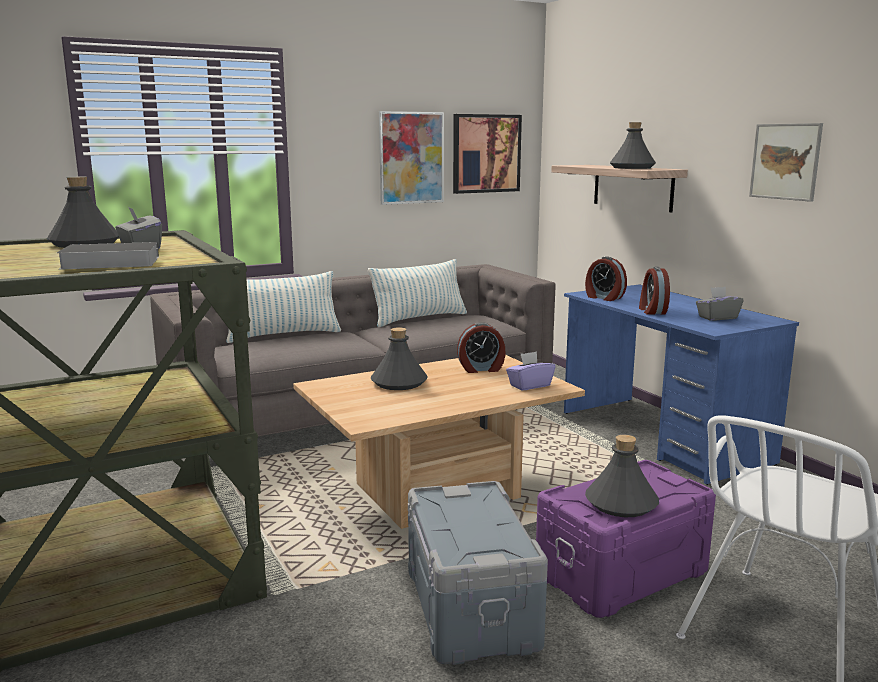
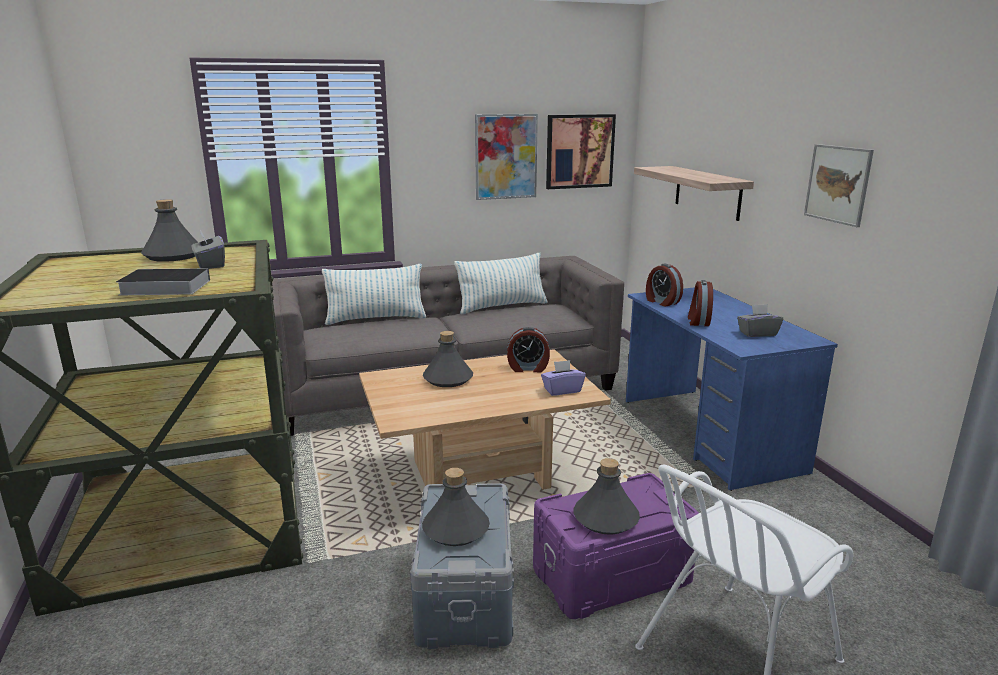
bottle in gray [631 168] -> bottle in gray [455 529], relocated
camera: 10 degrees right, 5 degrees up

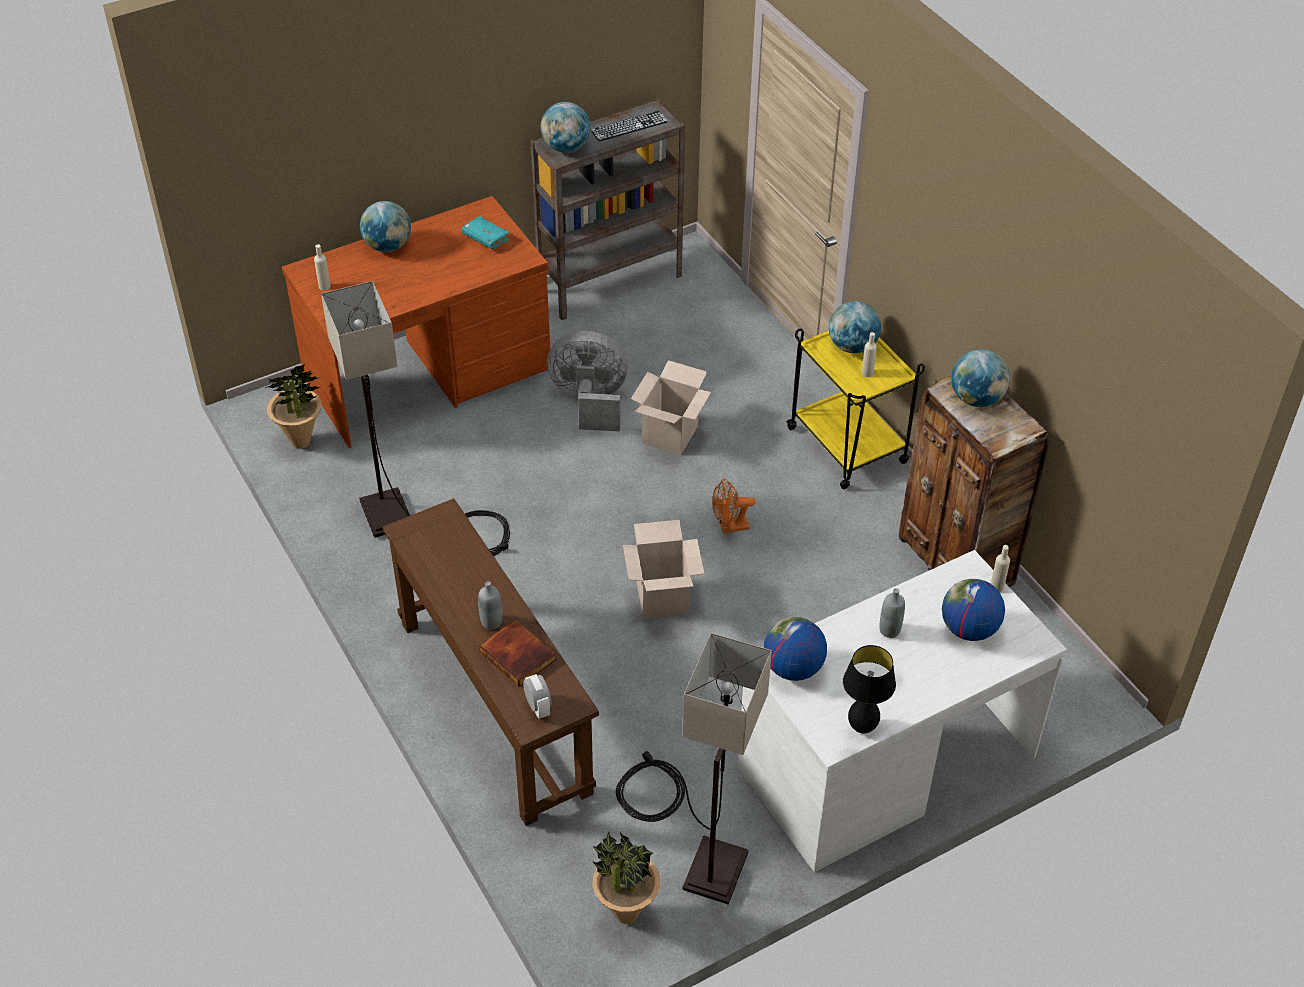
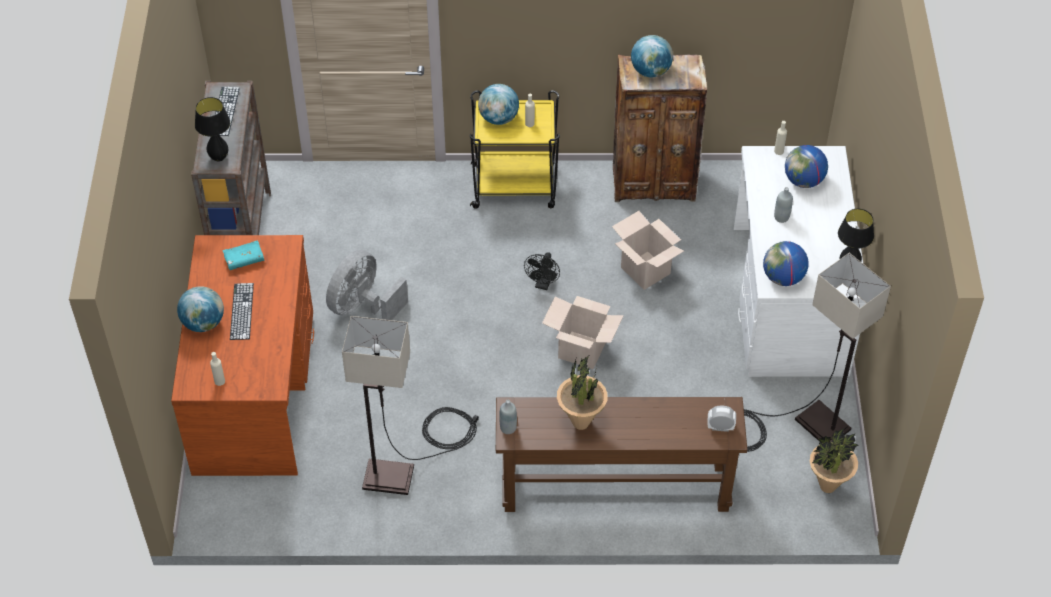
bound book [519 655] -> none
none -> keyboard [242 311]
houseplant [301 442] -> houseplant [580 423], relocated
bottle in gray [491 622] -> bottle in gray [508 428], relocated
packing box [670 435] -> packing box [645 270], relocated
globe [566 147] -> tabletop lamp in black [219 158]
fan in orangey [729 527] -> fan in black [543 284]
camera: 60 degrees left, 5 degrees up

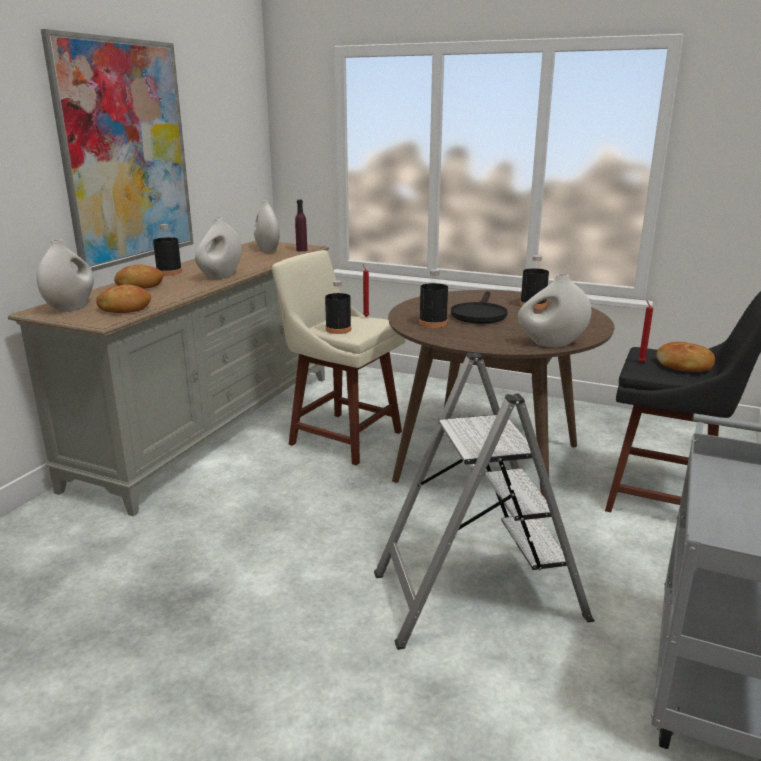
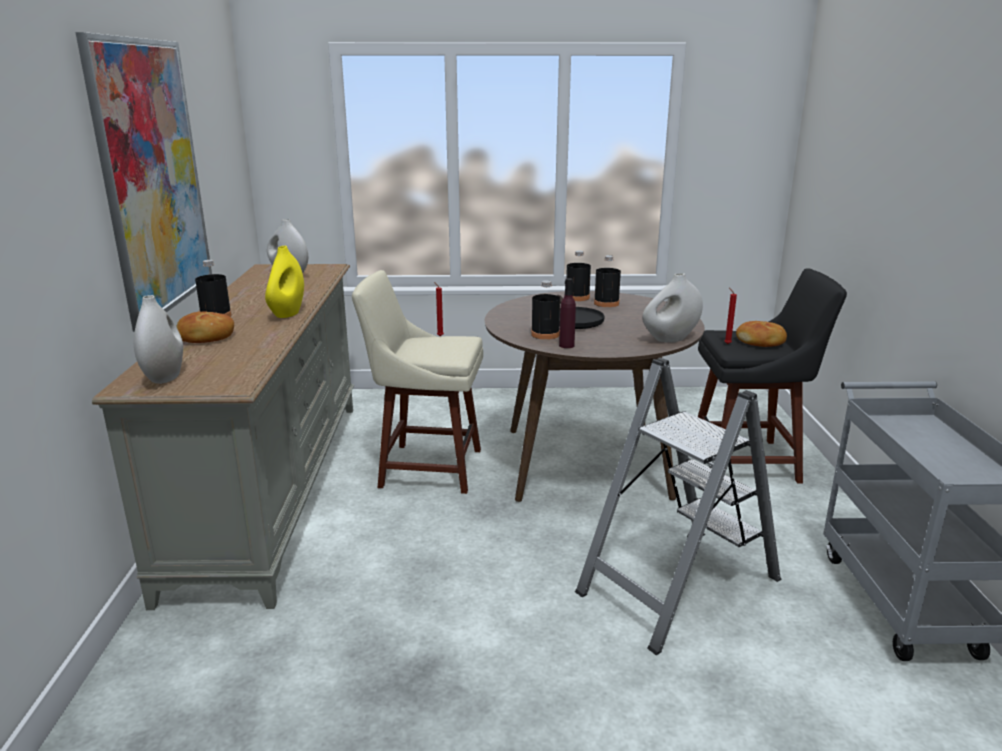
baked bread [124 308] -> none
bottle in purple [301 250] -> bottle in purple [566 345], relocated
bottle in black [338 329] -> bottle in black [577 297], relocated
decorative vase in white [221 277] -> decorative vase in yellowish [287 314]
camera: 25 degrees left, 0 degrees up

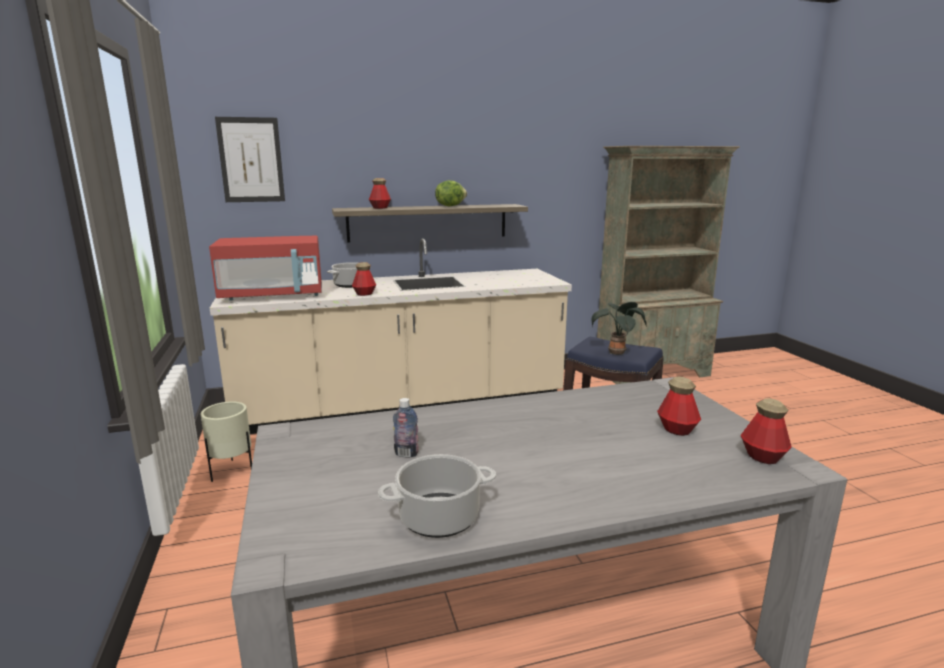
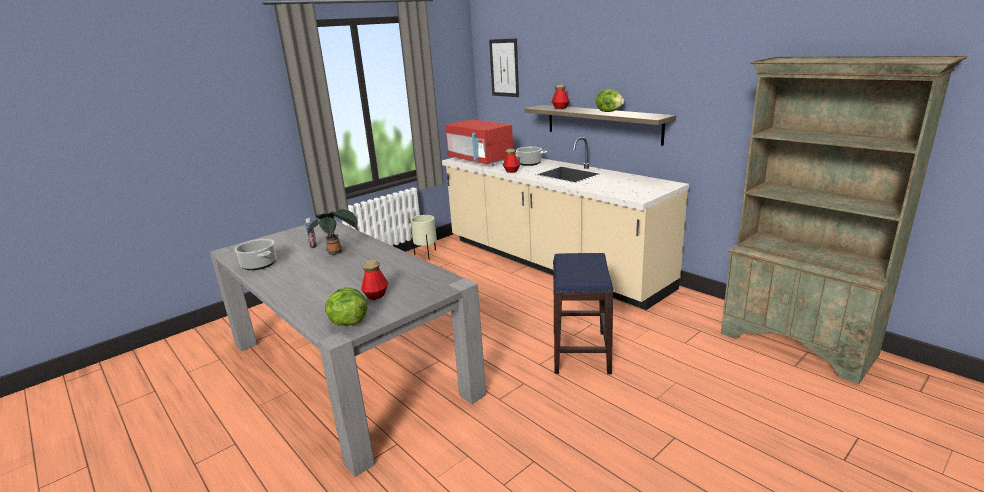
houseplant [617 352] -> houseplant [336 252], relocated
bottle [762 457] -> lettuce head [347 322]
camera: 65 degrees right, 5 degrees up

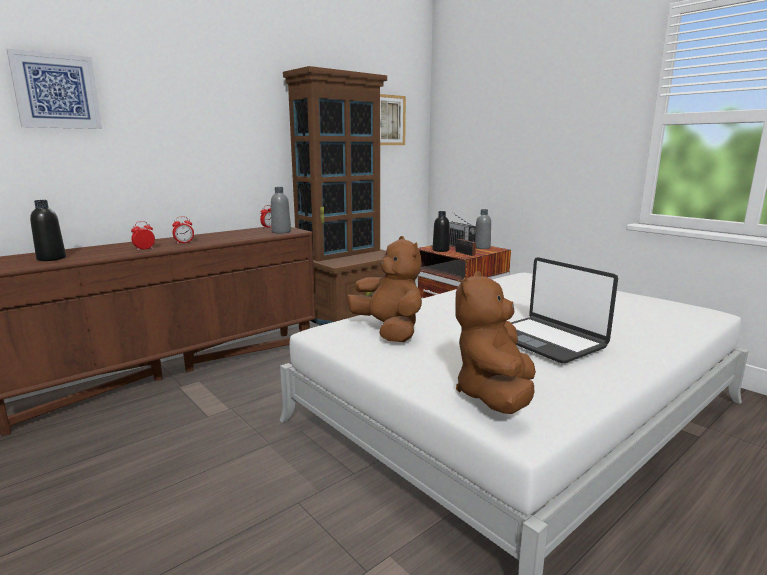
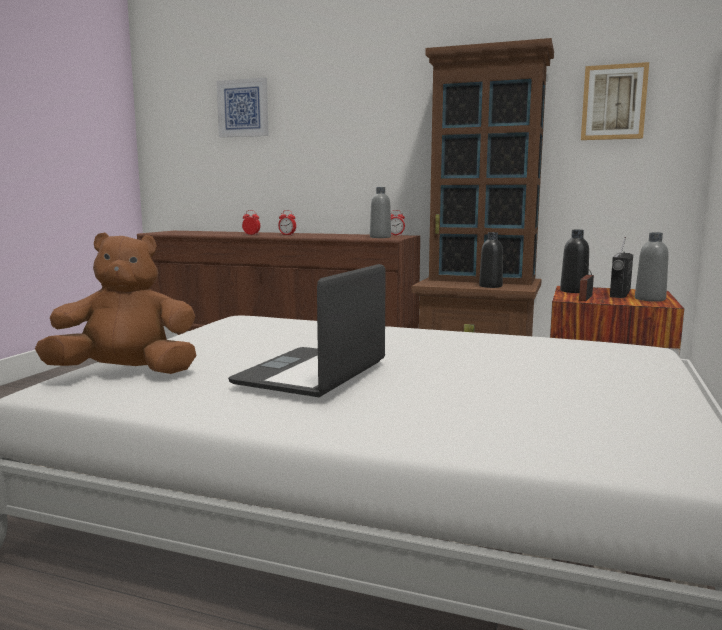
cuddly toy in brown-coloured [389 331] -> none
bottle in black [51 258] -> bottle in black [490 286], relocated
camera: 60 degrees right, 5 degrees down

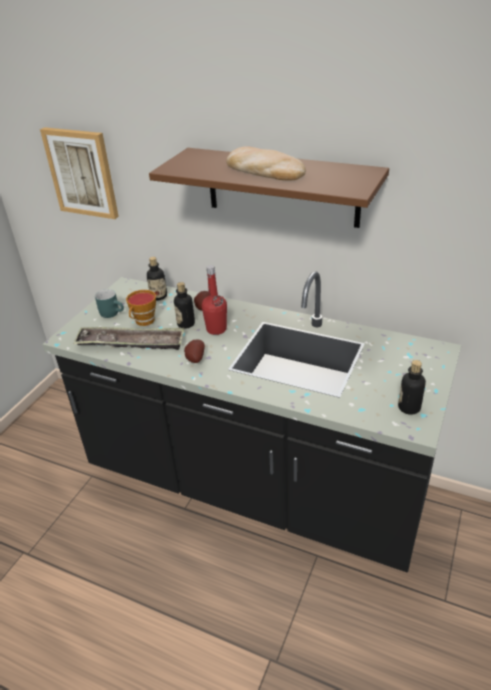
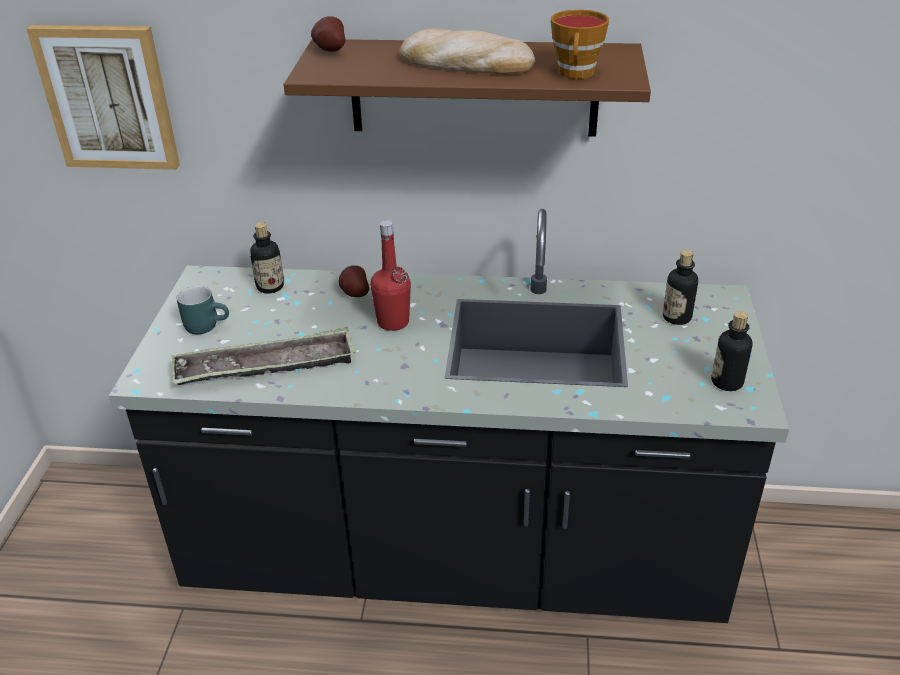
drinking cup [143 322] -> drinking cup [576 74], relocated
bottle [186 324] -> bottle [676 317], relocated
spud [194 359] -> spud [329 51], relocated
camera: 20 degrees left, 0 degrees up

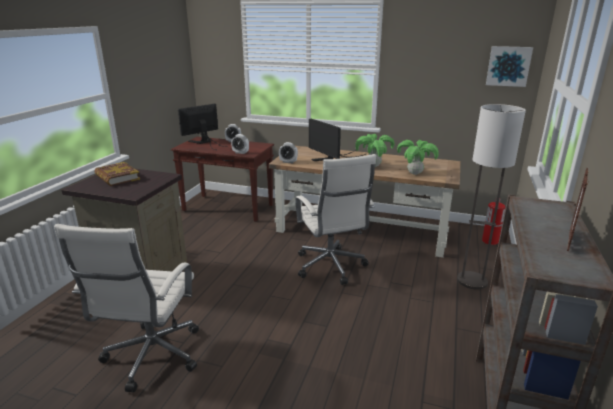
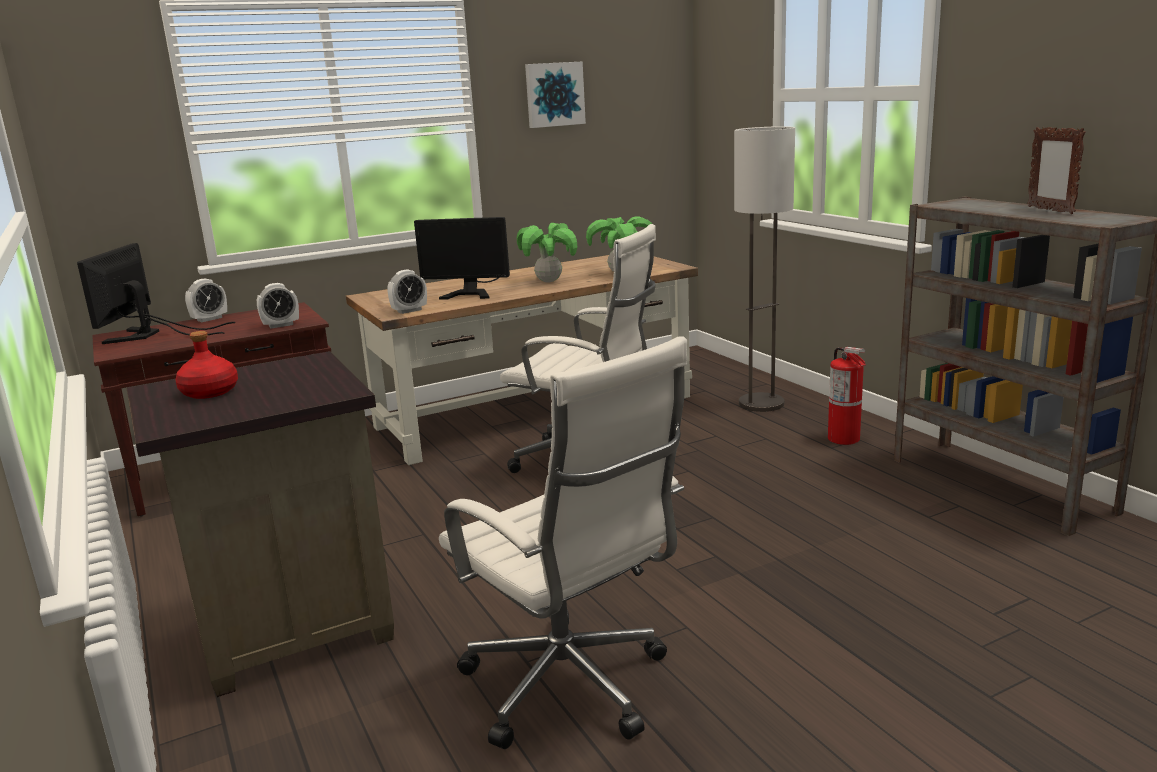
fire extinguisher [490 241] -> fire extinguisher [844 439], relocated
picture [508 66] -> picture [554 94], relocated
bound book [117 177] -> bottle in red-coloured [209 392]
camera: 45 degrees left, 5 degrees down

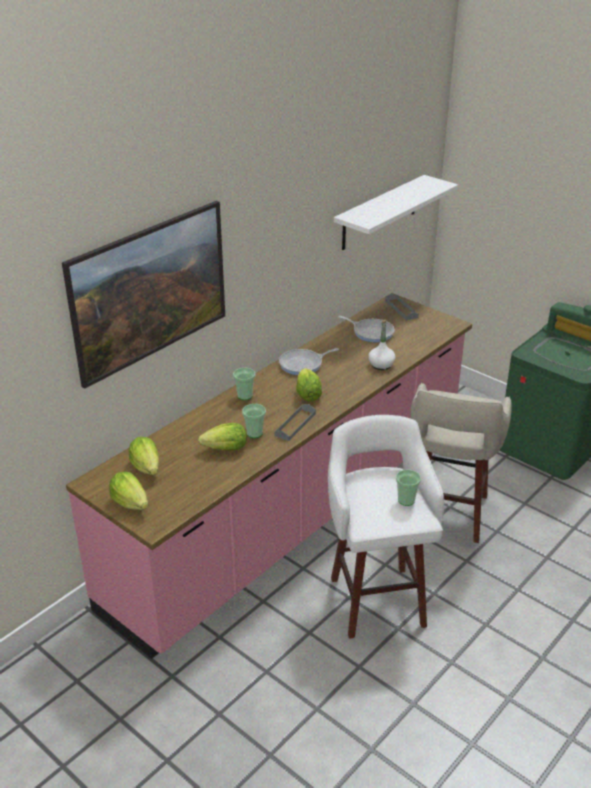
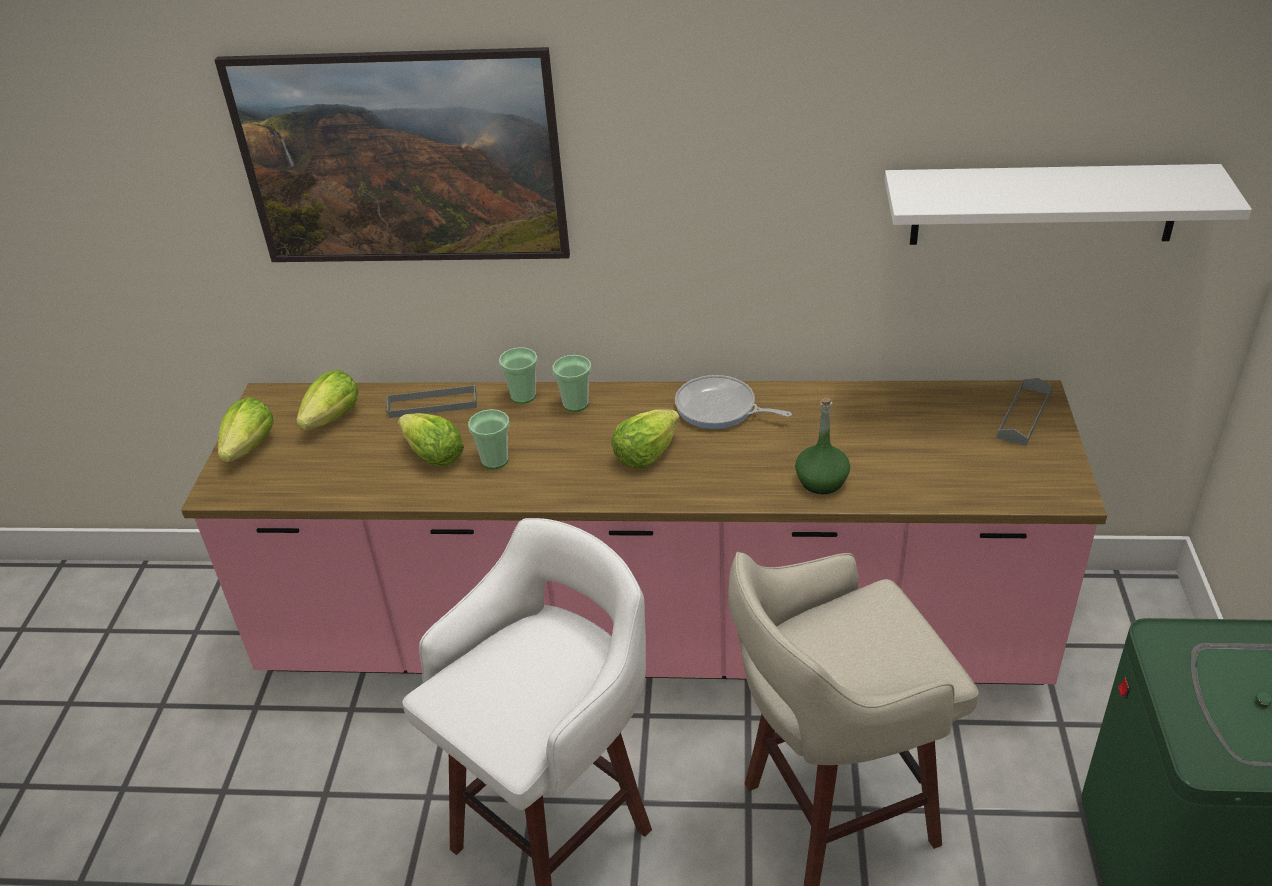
skillet [371 332] -> none
carrying tray in gray [295 424] -> carrying tray in gray [433 404], relocated
drinking cup [406 500] -> drinking cup [523 396], relocated
bottle in white [381 365] -> bottle in greenish [821 481]
camera: 55 degrees right, 5 degrees up

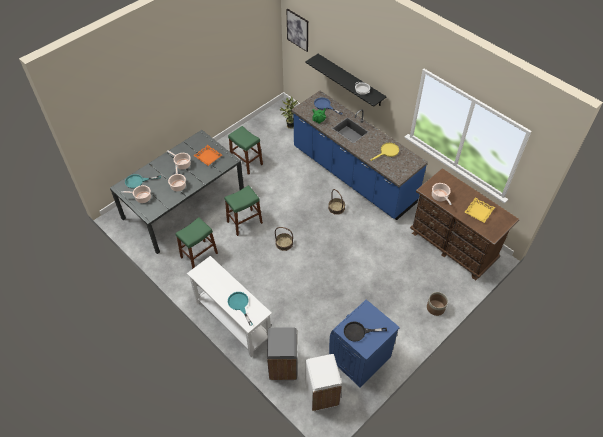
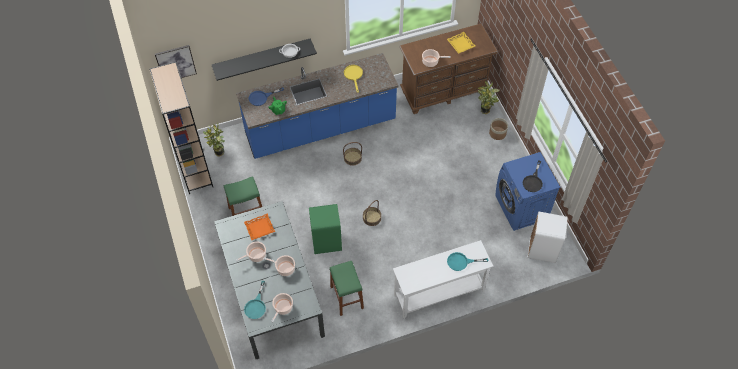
waste bin in gray [282 366] -> none
none -> bookshelf in beige [194 169]
none -> houseplant [485 111]
sitting stool in greenish [244 222] -> waste bin in greenish [327 242]
camera: 65 degrees left, 5 degrees up

